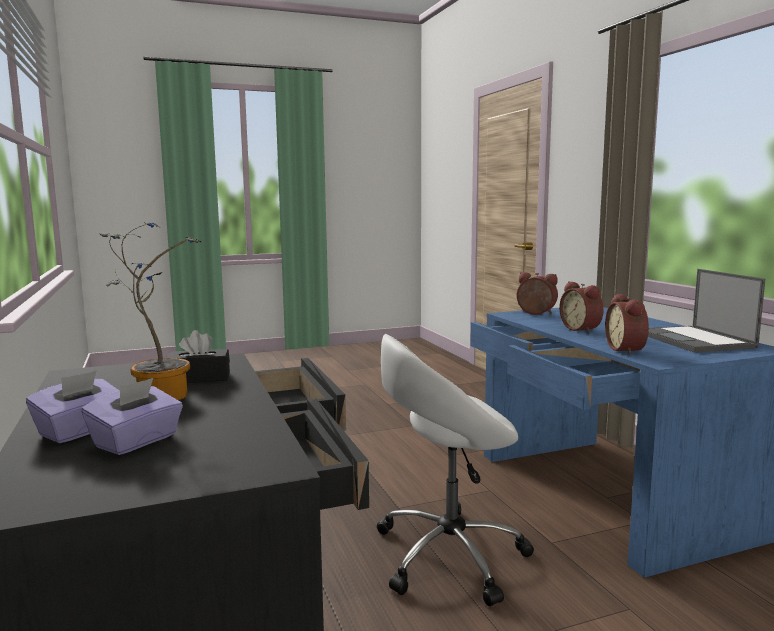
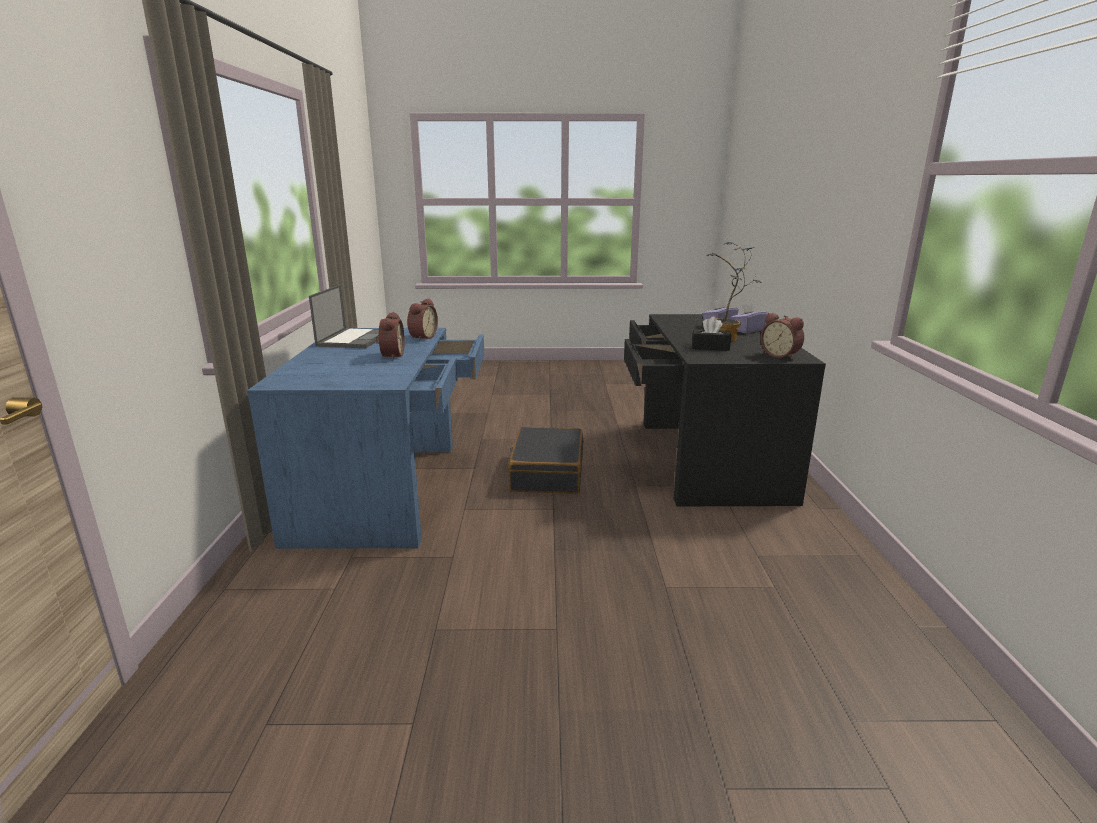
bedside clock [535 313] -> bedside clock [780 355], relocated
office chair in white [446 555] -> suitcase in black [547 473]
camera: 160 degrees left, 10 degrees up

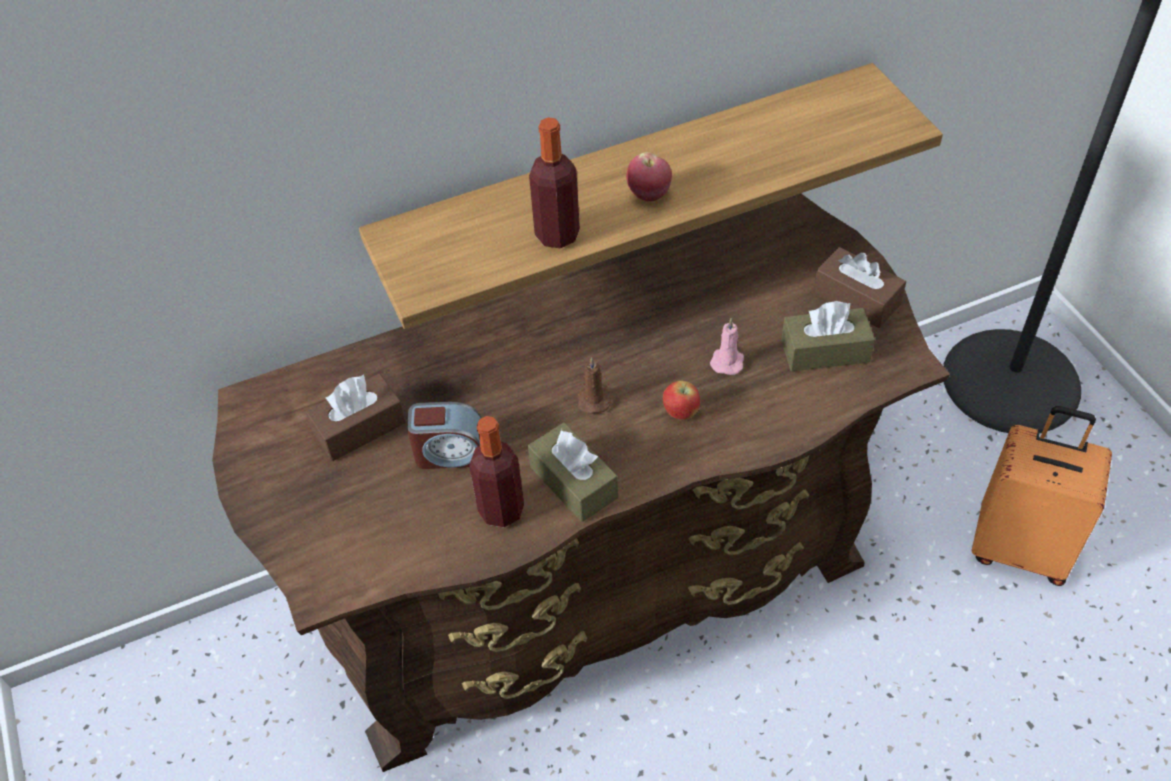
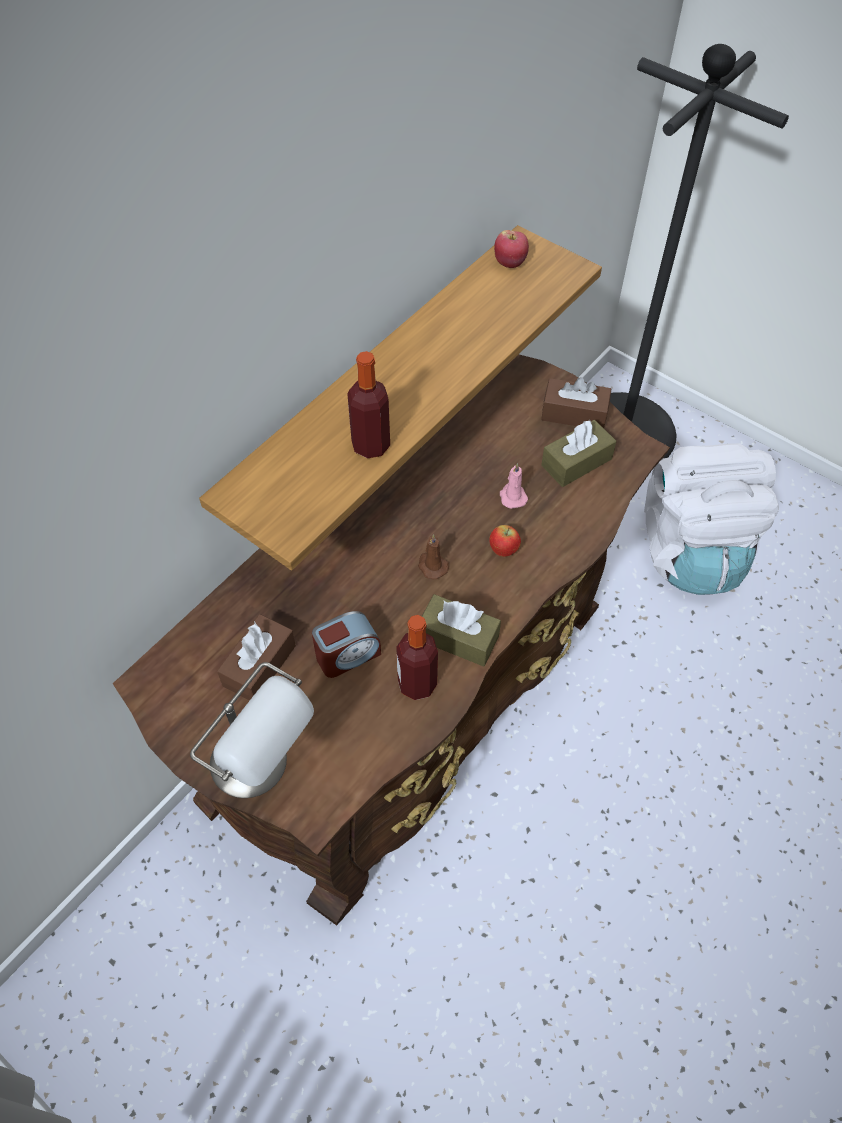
none -> tabletop lamp in white [263 768]
whole apple [649 194] -> whole apple [510 263], relocated
suitcase in orangey [1020 548] -> rucksack in white [691 550]
camera: 30 degrees left, 5 degrees up

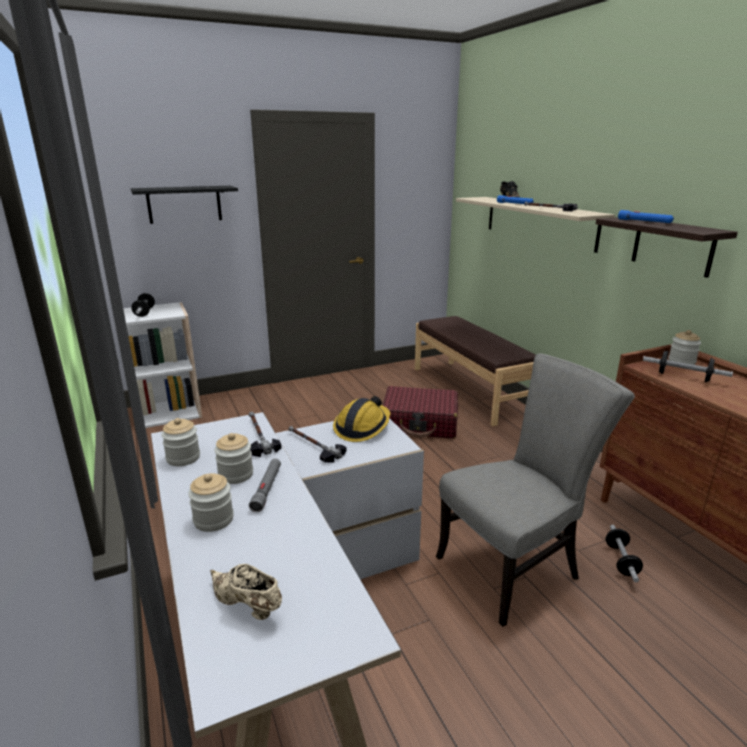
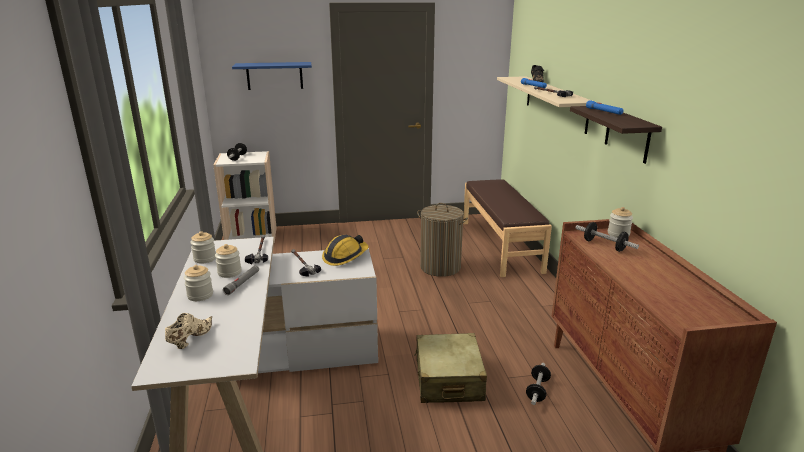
suitcase in red-coloured [420 423] -> washing basket [440 267]
upright chair in gray [515 566] -> suitcase in beige [448 379]
bracket shelf in black [184 204] -> bracket shelf in blue [274 76]
item of footwear in beige [247 605] -> item of footwear in beige [190 339], 60 degrees clockwise
camera: 15 degrees right, 0 degrees up

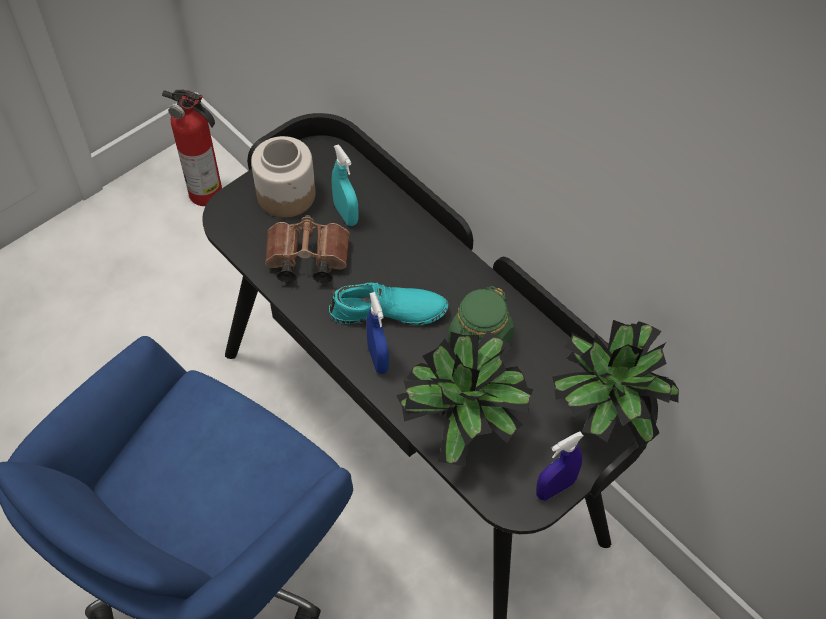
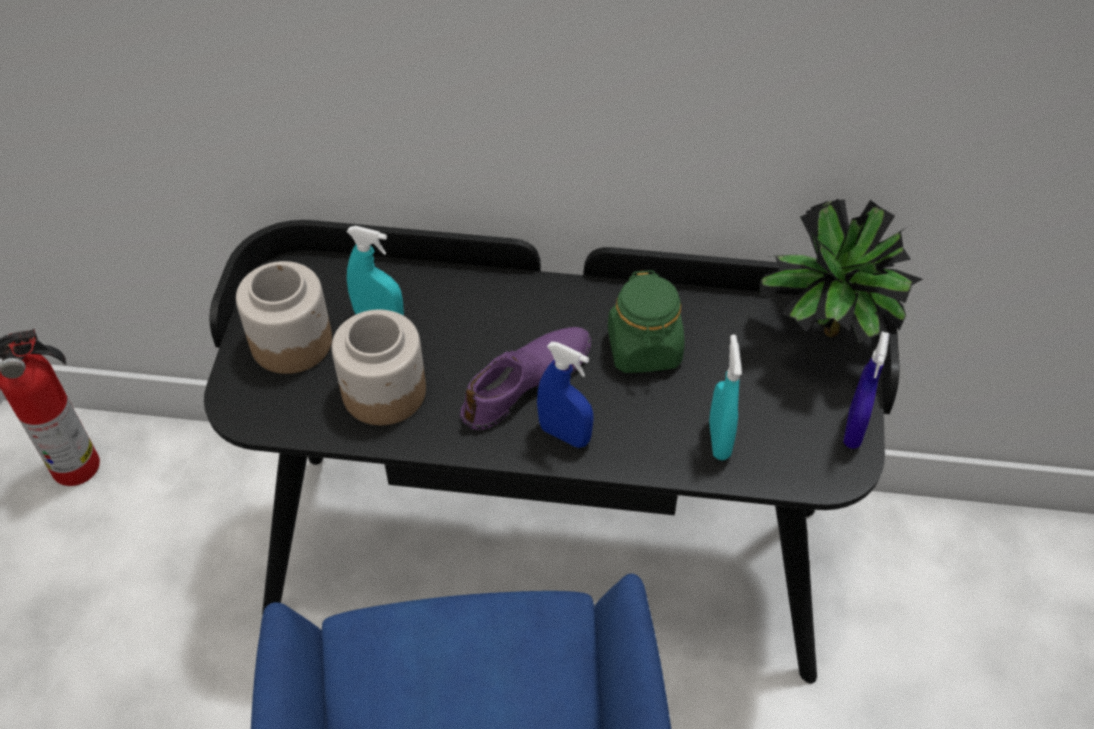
binoculars in brown-coloured [305 260] -> preserve jar [384 393]
houseplant [464 430] -> hand sprayer in turquoise-coloured [719 440]
item of footwear in turquoise-coloured [388 312] -> item of footwear in purple [526 383]
camera: 40 degrees left, 5 degrees down

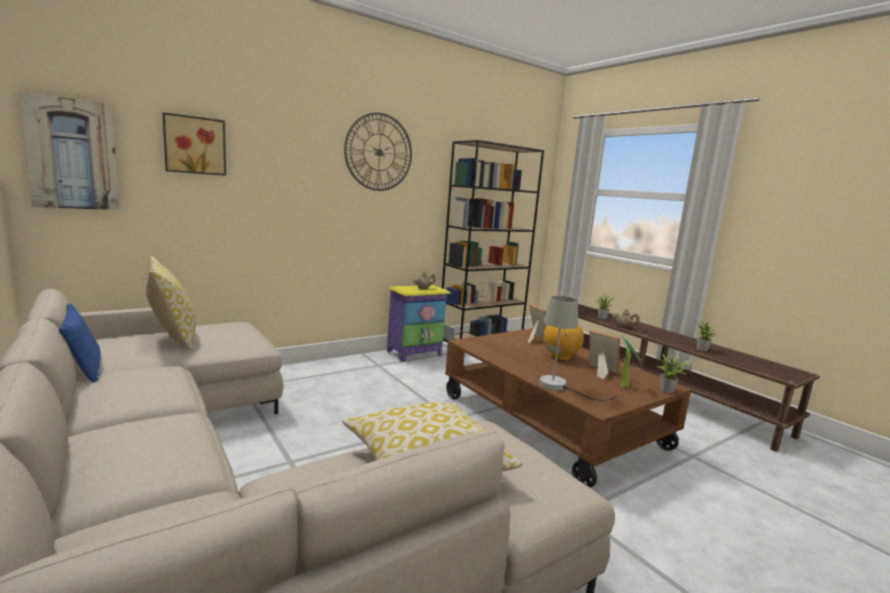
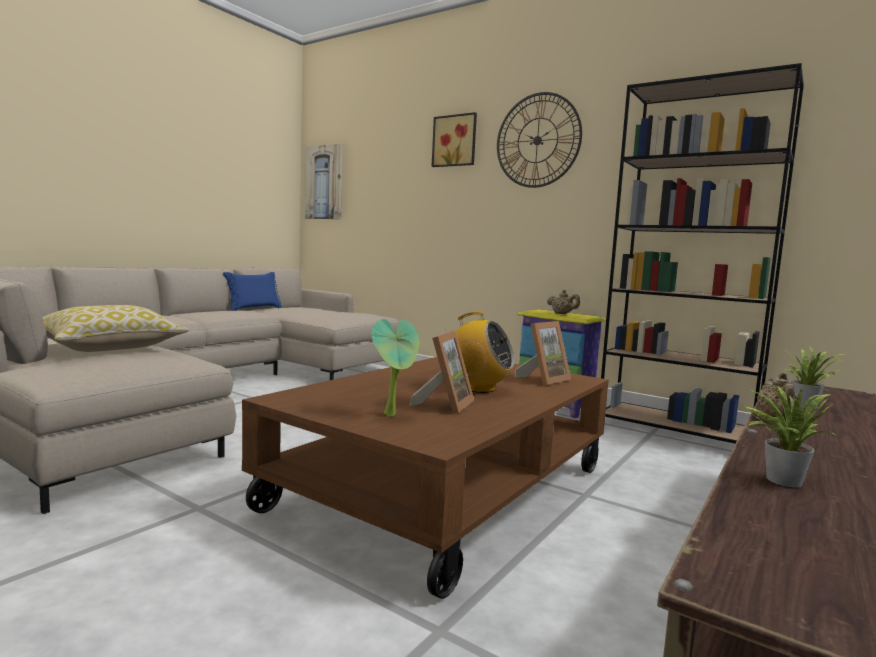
cushion [172 338] -> none
tabletop lamp in gray [560 387] -> none
houseplant [669 390] -> none
picture [195 145] -> picture [455 141], relocated
camera: 70 degrees right, 5 degrees down

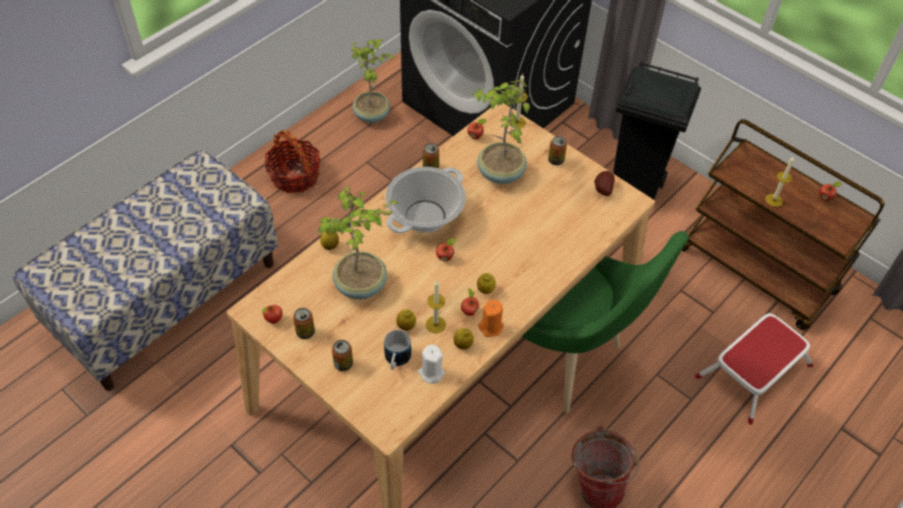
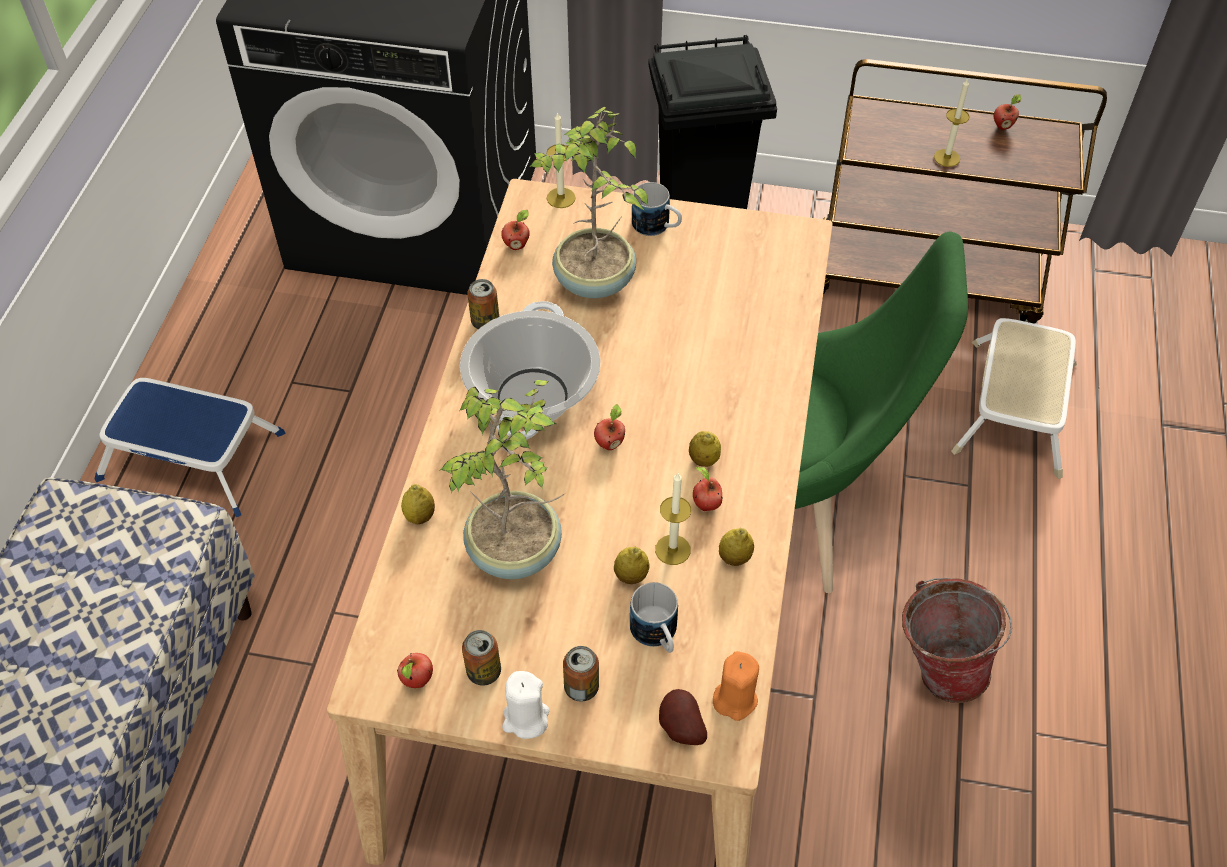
houseplant [372 115] -> none
wax light in white [431 373] -> wax light in white [525 719], relocated
wax light in orangey [491 327] -> wax light in orangey [735 699], relocated
spud [602 189] -> spud [680 728], relocated
storage basket [295 176] -> step ladder in blue [191 457]
can [555 160] -> tea mug [657 227]
step ladder in red-coloured [753 370] -> step ladder in beige [1014 407]
camera: 30 degrees left, 0 degrees up

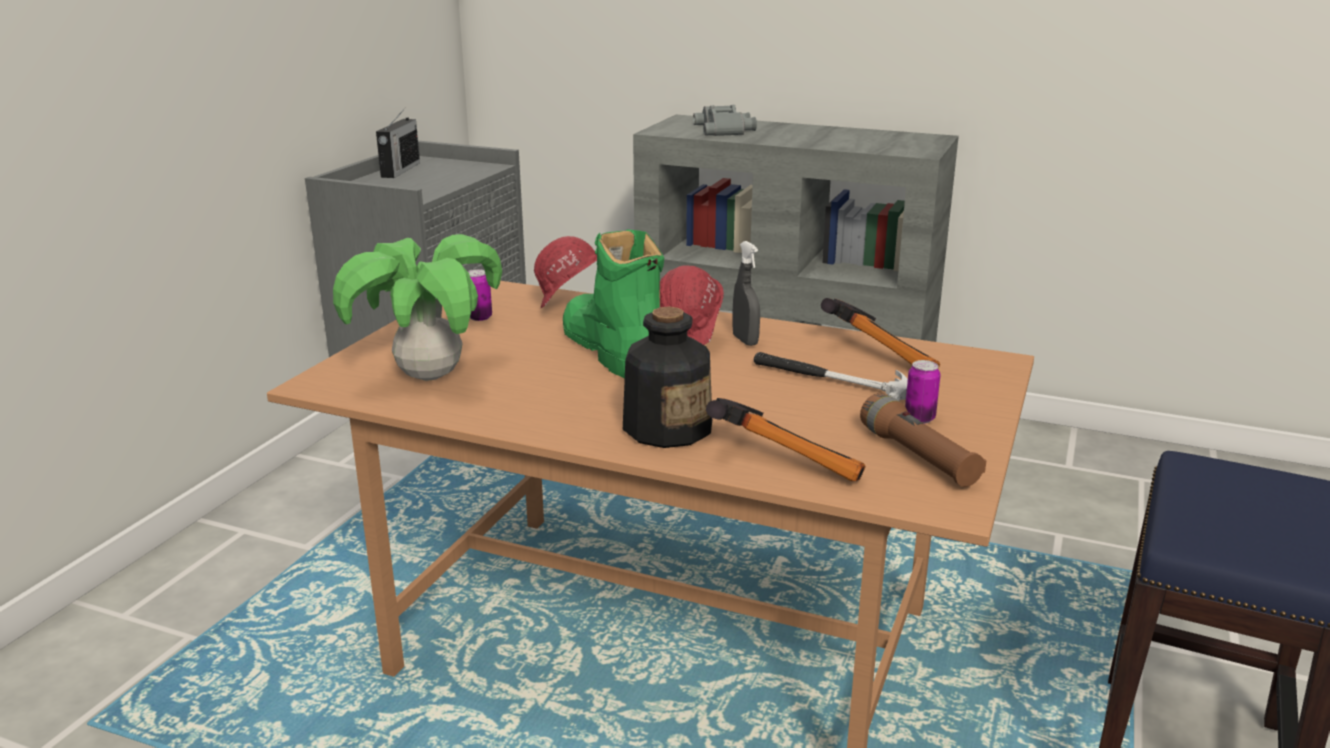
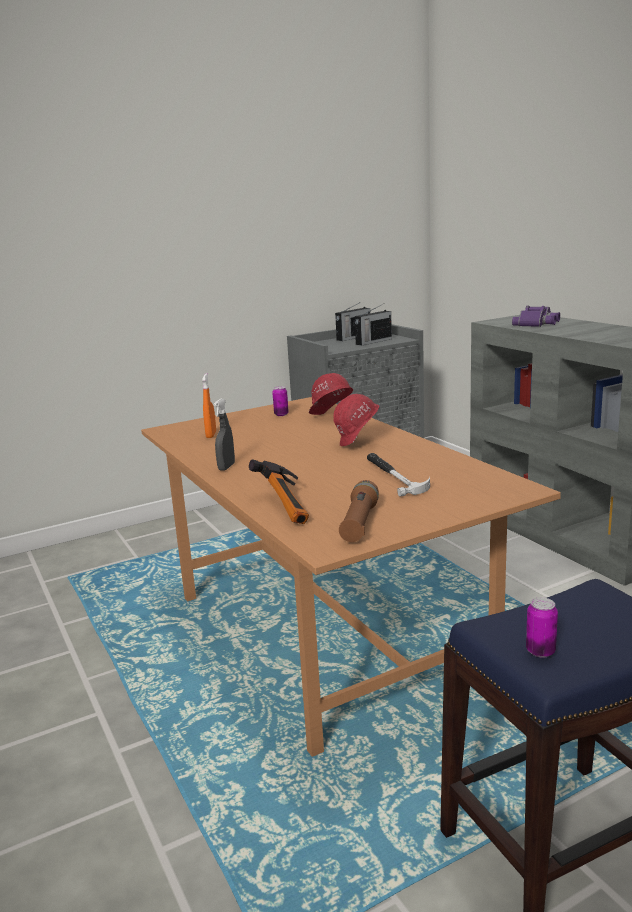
boot in greenish [613 350] -> none
bottle [667 428] -> none
hand hammer [884 356] -> none
none -> radio set [373 341]
hand sprayer in gray [745 340] -> hand sprayer in gray [226 467], relocated
can [919 418] -> can [540 651], relocated
houseplant [429 375] -> hand sprayer in orangey [211 435]
binoculars in gray [726 129] -> binoculars in purple [537 323]
camera: 40 degrees right, 5 degrees down

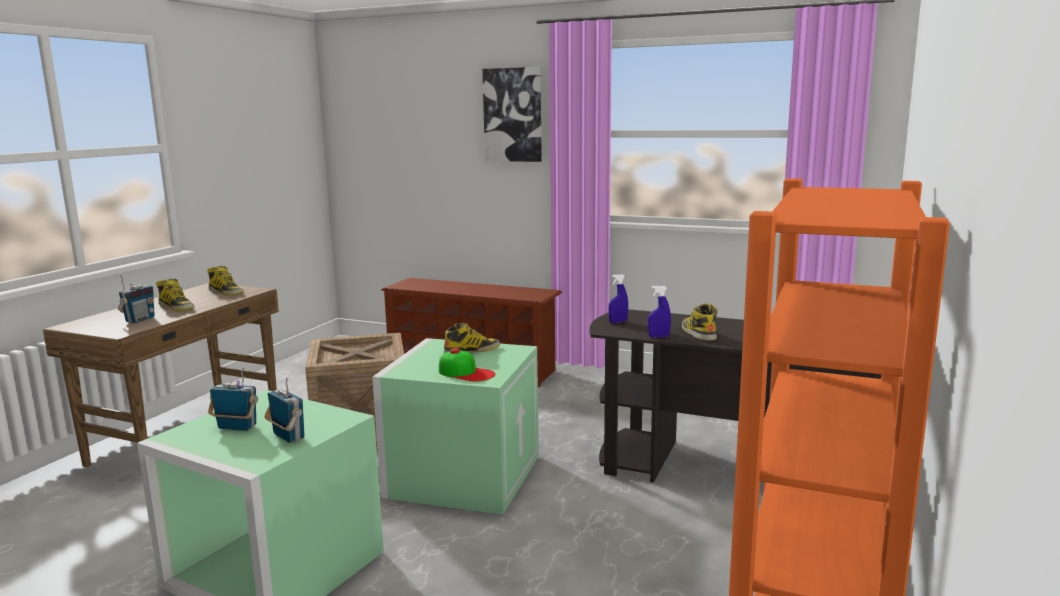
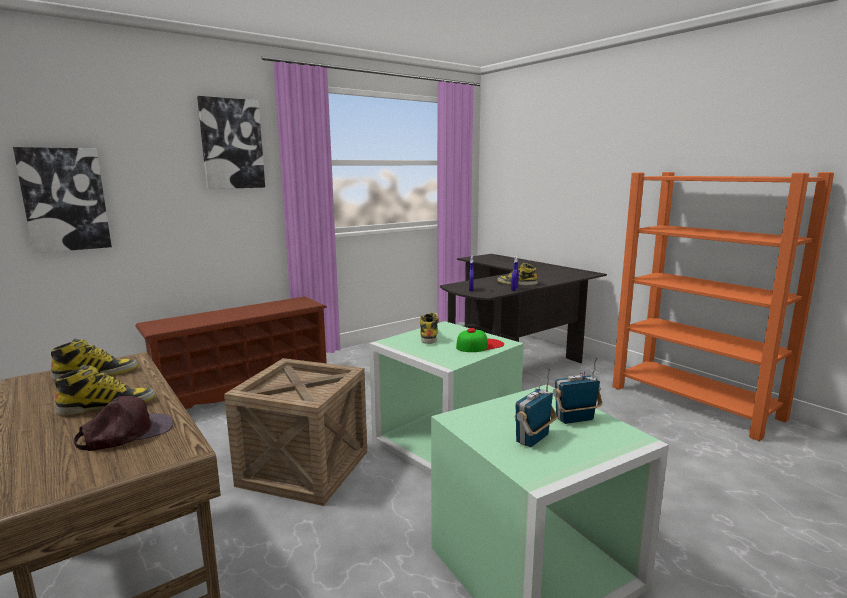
none -> picture [64 199]
radio set [140 319] -> baseball cap in brown-coloured [126 433]
camera: 60 degrees left, 0 degrees up

